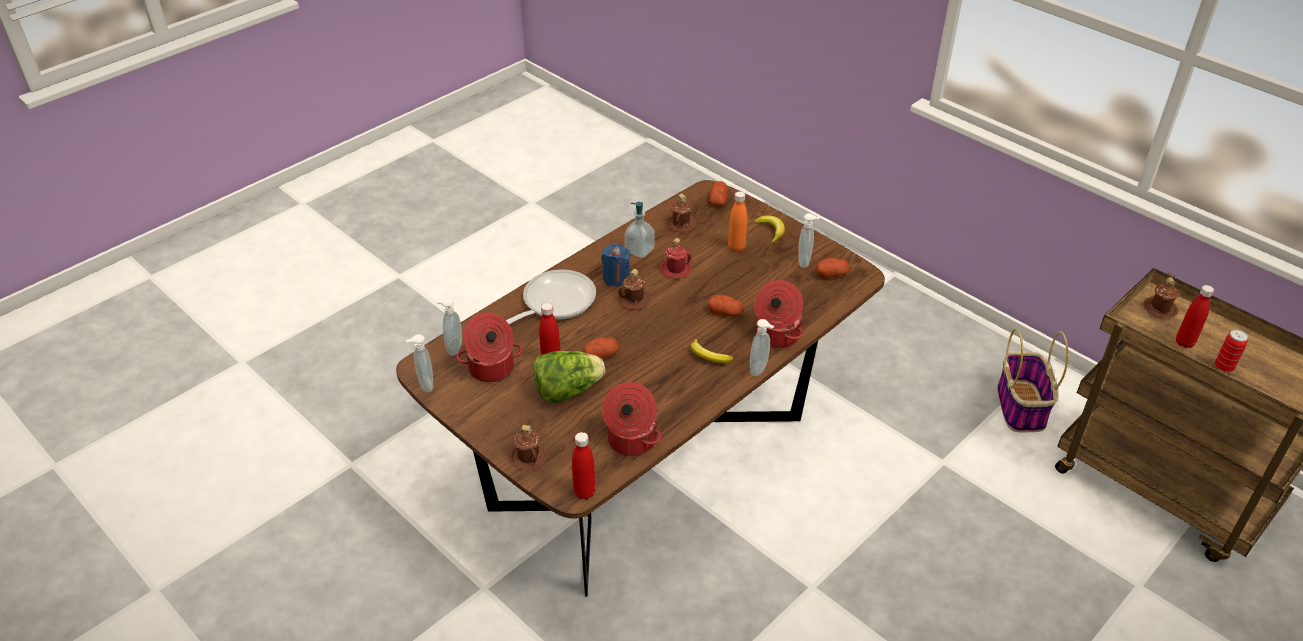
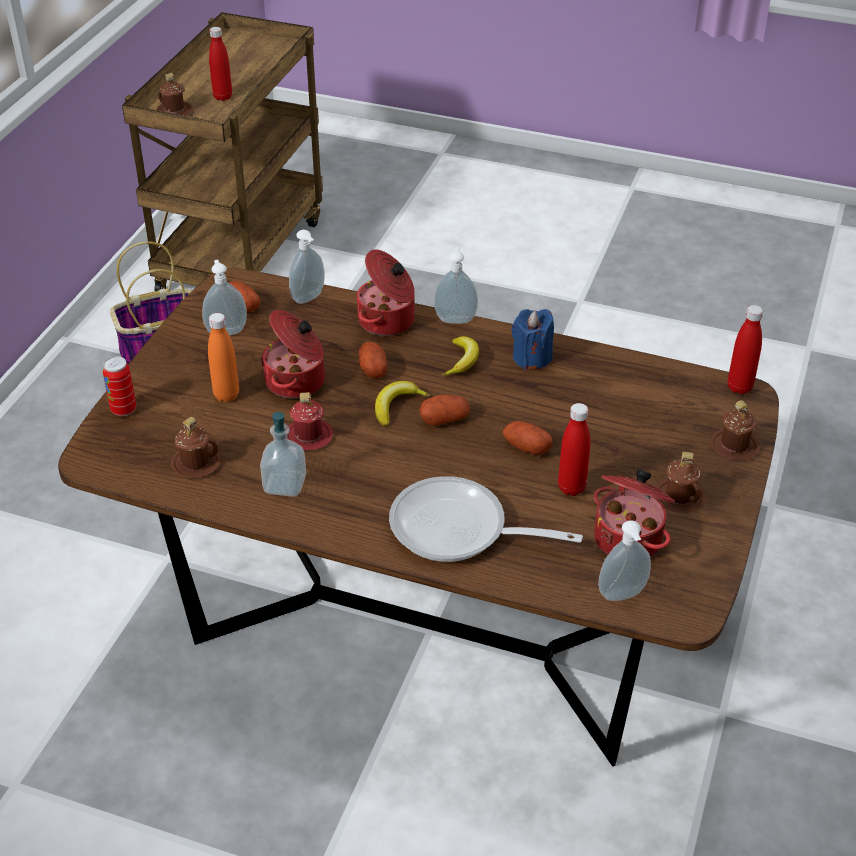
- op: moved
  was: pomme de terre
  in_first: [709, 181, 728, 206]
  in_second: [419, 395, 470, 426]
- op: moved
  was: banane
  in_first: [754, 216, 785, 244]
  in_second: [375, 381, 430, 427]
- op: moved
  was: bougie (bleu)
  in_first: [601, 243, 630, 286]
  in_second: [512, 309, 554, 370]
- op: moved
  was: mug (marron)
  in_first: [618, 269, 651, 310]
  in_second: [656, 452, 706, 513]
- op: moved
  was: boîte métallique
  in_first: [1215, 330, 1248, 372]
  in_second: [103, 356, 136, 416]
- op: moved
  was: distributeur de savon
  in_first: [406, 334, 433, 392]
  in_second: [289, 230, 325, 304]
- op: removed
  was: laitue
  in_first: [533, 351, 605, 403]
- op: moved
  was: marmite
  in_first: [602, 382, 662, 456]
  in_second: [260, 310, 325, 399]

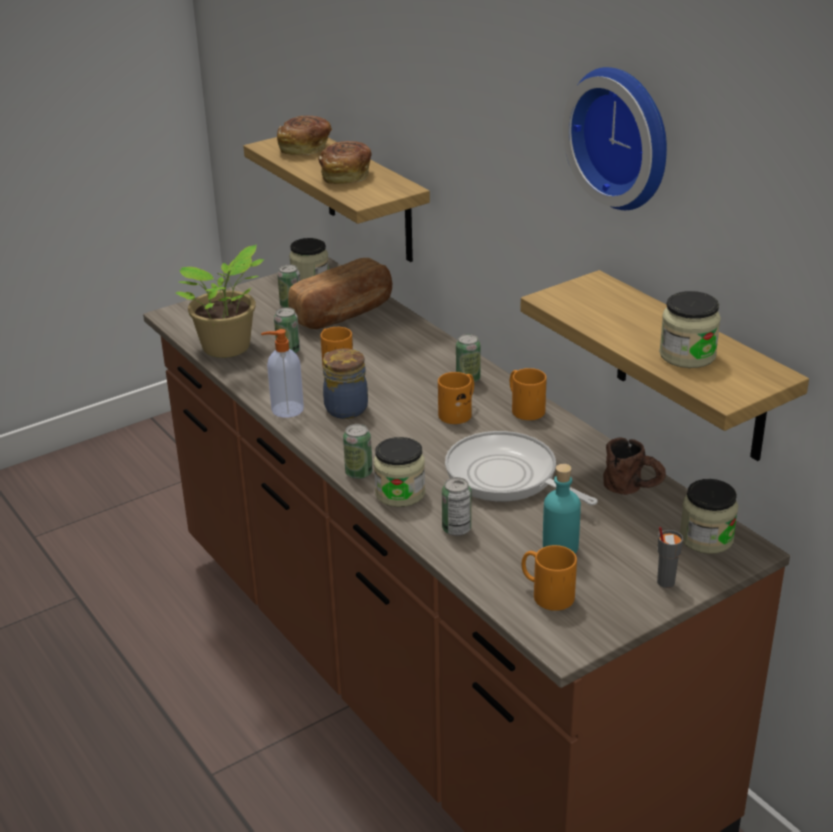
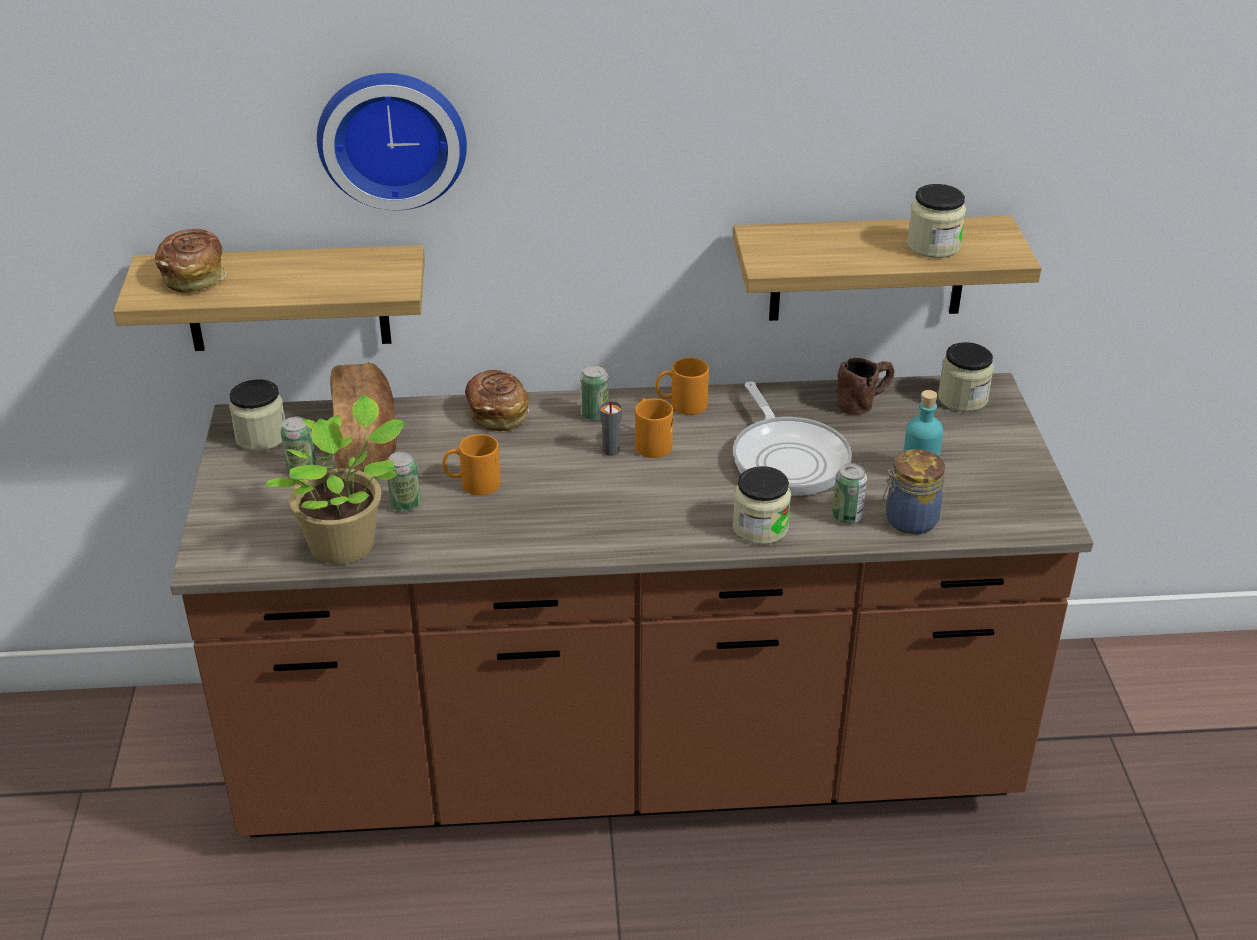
- op: moved
  was: horloge murale
  in_first: [563, 67, 667, 210]
  in_second: [317, 73, 467, 210]
- op: moved
  was: pain
  in_first: [318, 141, 372, 184]
  in_second: [465, 370, 529, 431]
- op: removed
  was: distributeur de savon
  in_first: [261, 329, 304, 418]
- op: moved
  was: bocal
  in_first: [323, 348, 368, 419]
  in_second: [882, 449, 945, 535]
- op: removed
  was: boîte métallique
  in_first: [343, 424, 372, 479]
- op: turned
  was: poêle
  in_first: [445, 431, 598, 505]
  in_second: [733, 382, 852, 496]
  clockwise: -90
- op: moved
  was: tasse (gris)
  in_first: [657, 527, 683, 588]
  in_second: [599, 401, 622, 456]
- op: removed
  was: mug (orange)
  in_first: [521, 545, 577, 611]

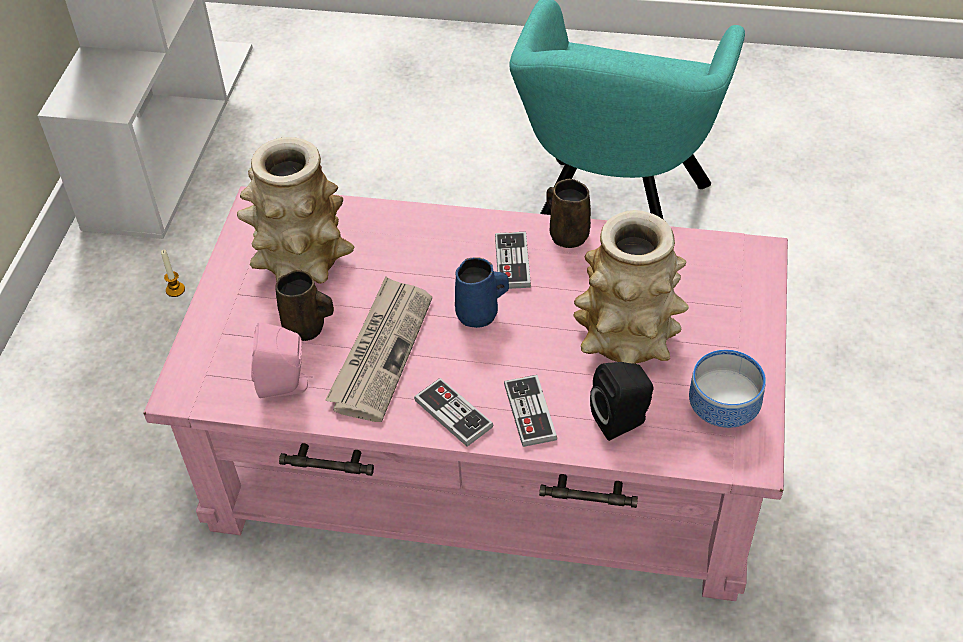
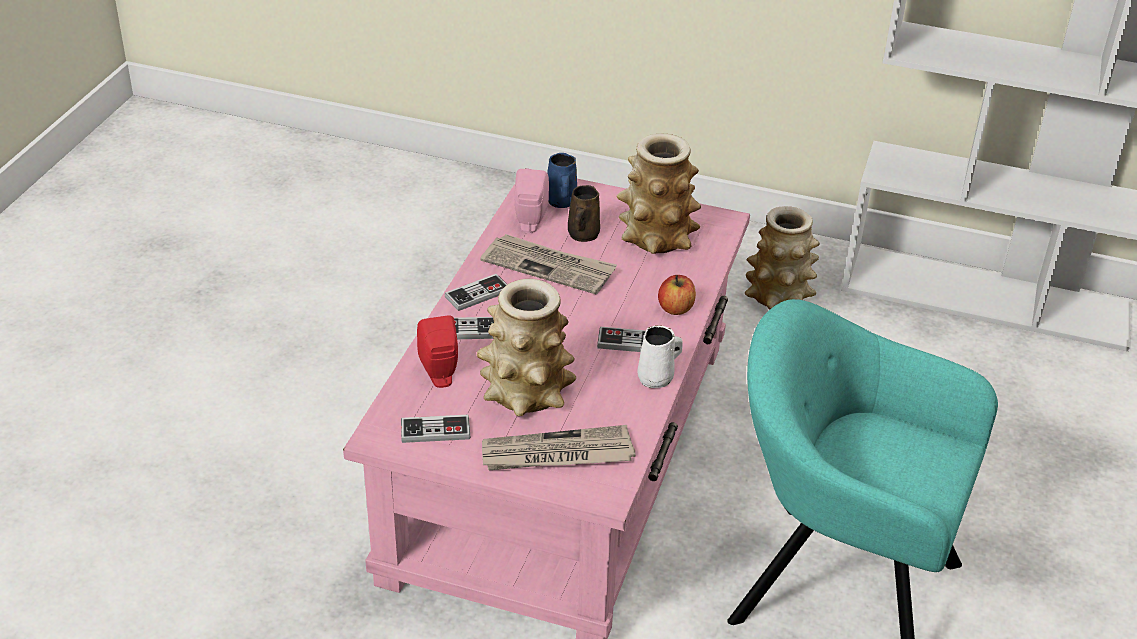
- op: recoloured
  was: mug (marron)
  now: mug (blanc)
  in_first: [546, 179, 591, 248]
  in_second: [638, 325, 683, 388]
- op: replaced
  was: bougie
  now: vase
  in_first: [161, 250, 185, 297]
  in_second: [745, 206, 820, 309]
- op: moved
  was: mug (bleu)
  in_first: [455, 257, 509, 328]
  in_second: [547, 153, 577, 208]
- op: replaced
  was: bol
  now: manette
  in_first: [689, 350, 766, 428]
  in_second: [401, 415, 470, 443]
- op: recoloured
  was: enceinte (noir)
  now: enceinte (rouge)
  in_first: [590, 362, 654, 441]
  in_second: [417, 315, 458, 388]
- op: added
  now: pomme
  in_second: [658, 275, 696, 315]
- op: added
  now: journal
  in_second: [482, 425, 636, 470]

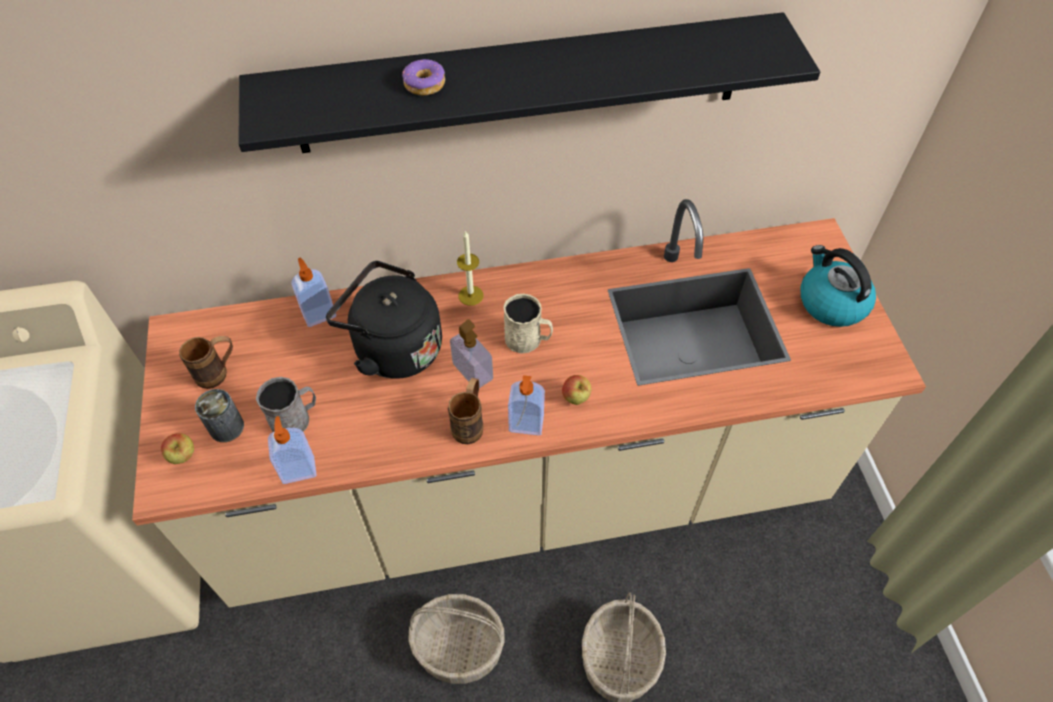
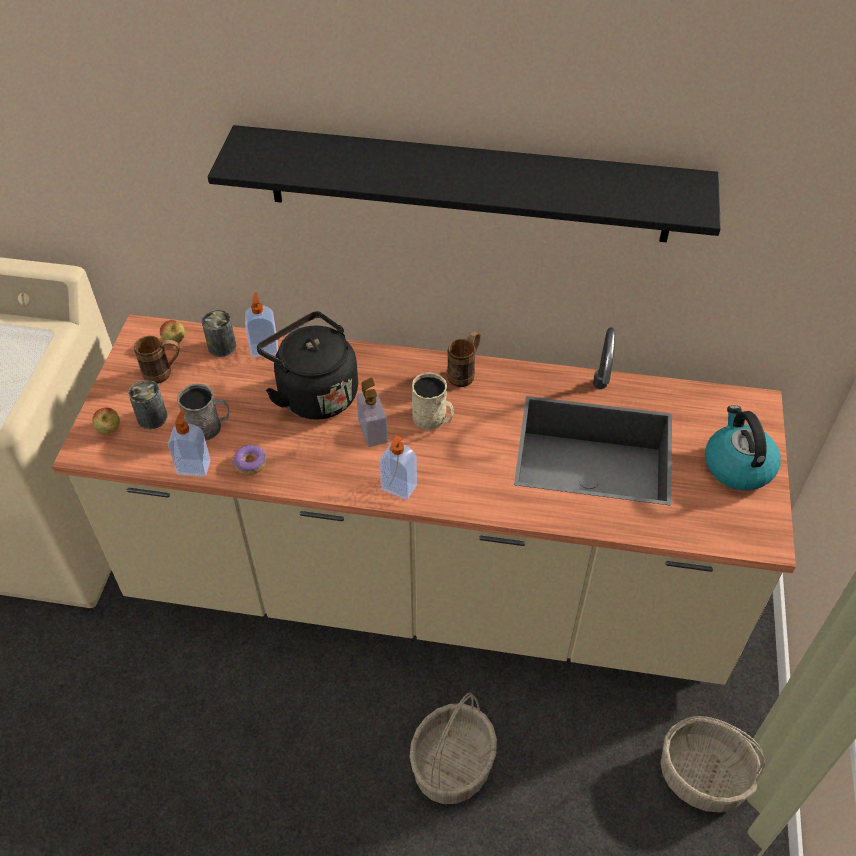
- op: moved
  was: beignet
  in_first: [402, 59, 445, 95]
  in_second: [233, 445, 266, 475]
- op: removed
  was: bougie
  in_first: [457, 230, 483, 306]
- op: moved
  was: pomme
  in_first: [562, 375, 591, 405]
  in_second: [160, 320, 185, 345]
- op: moved
  was: mug (marron)
  in_first: [448, 378, 483, 444]
  in_second: [447, 331, 481, 387]
- op: moved
  was: panier
  in_first: [408, 594, 505, 684]
  in_second: [660, 716, 765, 813]
- op: added
  now: boîte métallique
  in_second: [202, 310, 236, 357]

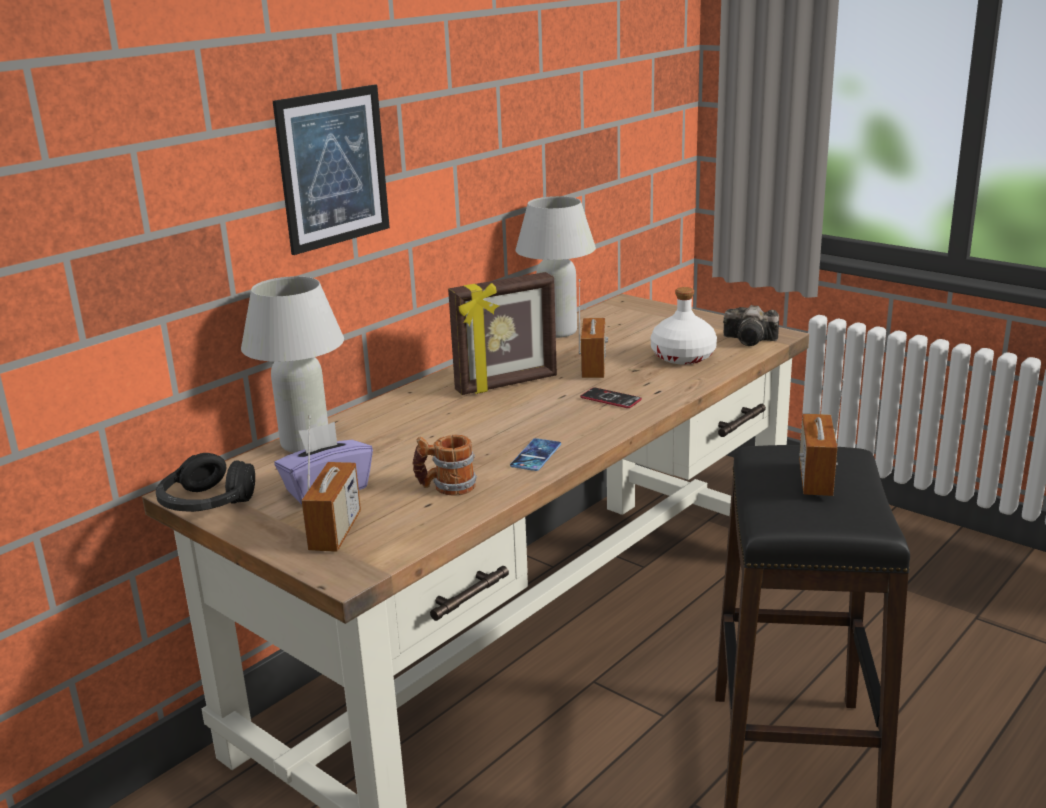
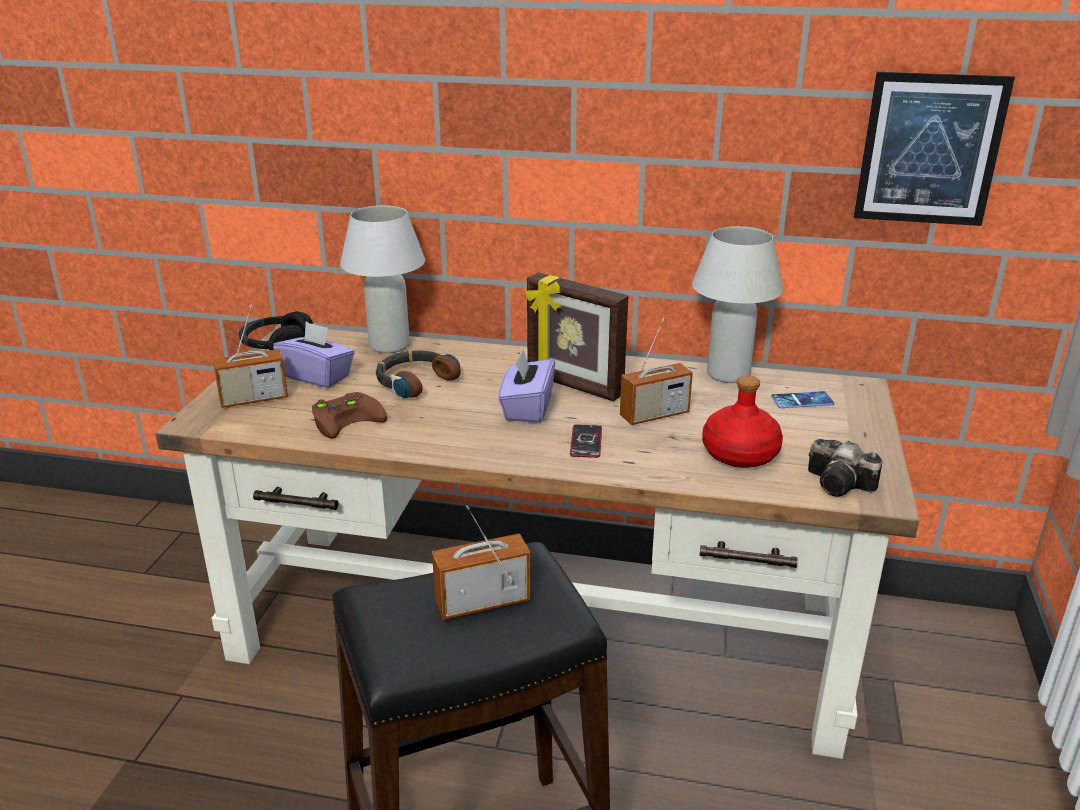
- op: moved
  was: tableau
  in_first: [273, 84, 390, 255]
  in_second: [854, 72, 1015, 226]
- op: recoloured
  was: bouteille (blanc)
  now: bouteille (rouge)
  in_first: [651, 287, 717, 364]
  in_second: [702, 375, 783, 468]
- op: turned
  was: appareil photo
  in_first: [723, 305, 779, 346]
  in_second: [808, 439, 882, 497]
  clockwise: -45
- op: replaced
  was: mug
  now: manette (marron)
  in_first: [412, 435, 477, 496]
  in_second: [312, 392, 387, 439]
- op: moved
  was: téléphone
  in_first: [510, 438, 561, 471]
  in_second: [771, 391, 834, 408]
- op: added
  now: boîte à mouchoirs (violet)
  in_second: [498, 349, 555, 423]
- op: added
  now: casque audio
  in_second: [376, 350, 461, 399]

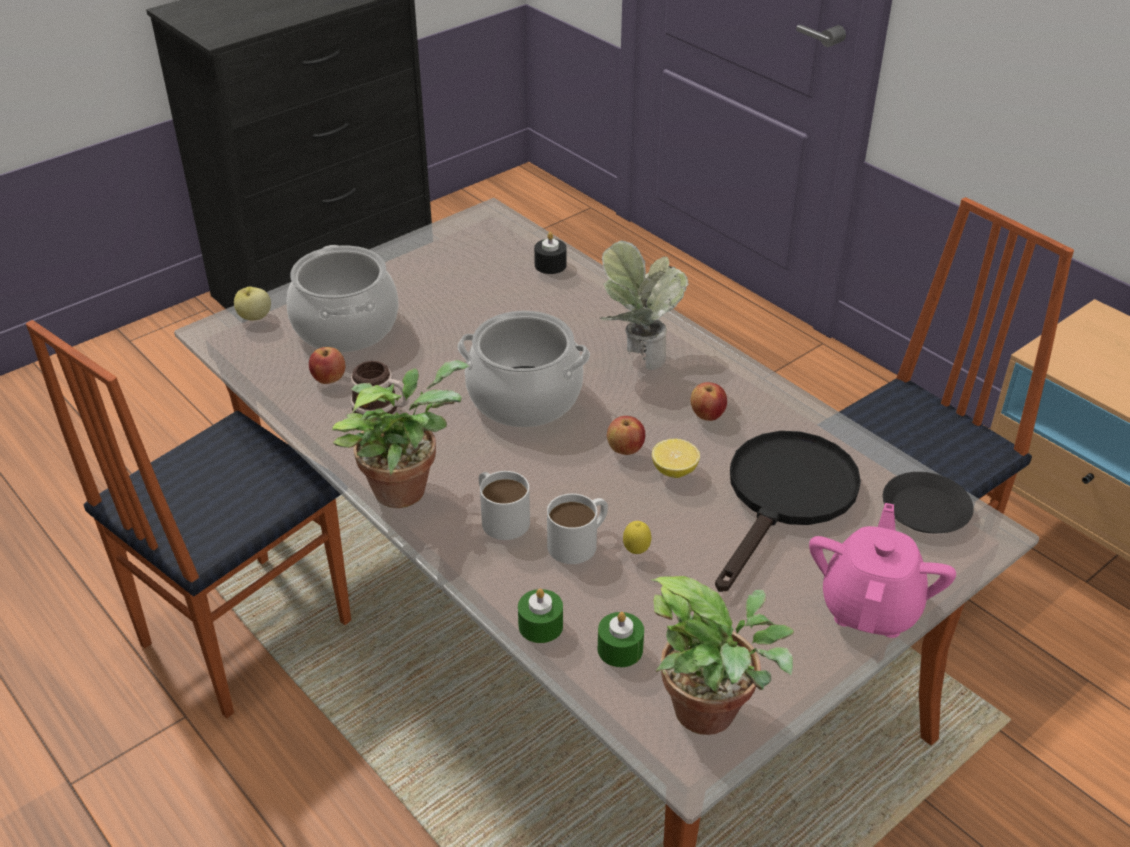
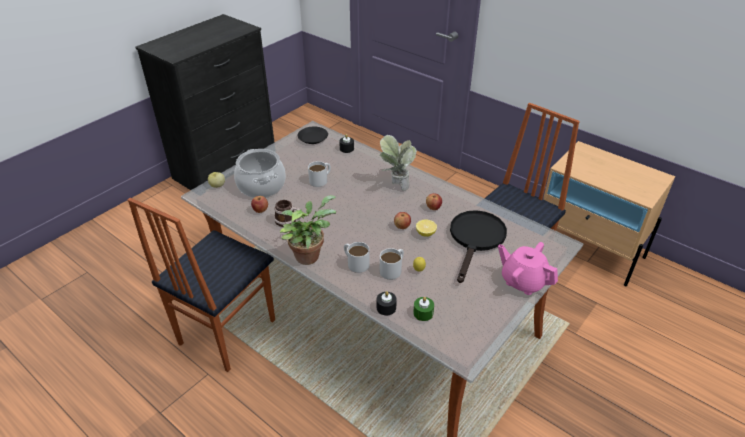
- op: removed
  was: marmite
  in_first: [457, 311, 590, 427]
- op: moved
  was: assiette (noir)
  in_first: [883, 472, 974, 533]
  in_second: [297, 126, 328, 144]
- op: turned
  was: théière (rose)
  in_first: [809, 503, 956, 638]
  in_second: [498, 242, 558, 295]
  clockwise: -60
- op: removed
  was: plante en pot
  in_first: [651, 576, 794, 735]
- op: recoloured
  was: bougie (vert)
  now: bougie (noir)
  in_first: [518, 588, 563, 643]
  in_second: [377, 291, 397, 315]
- op: added
  now: mug (blanc)
  in_second: [308, 161, 331, 187]

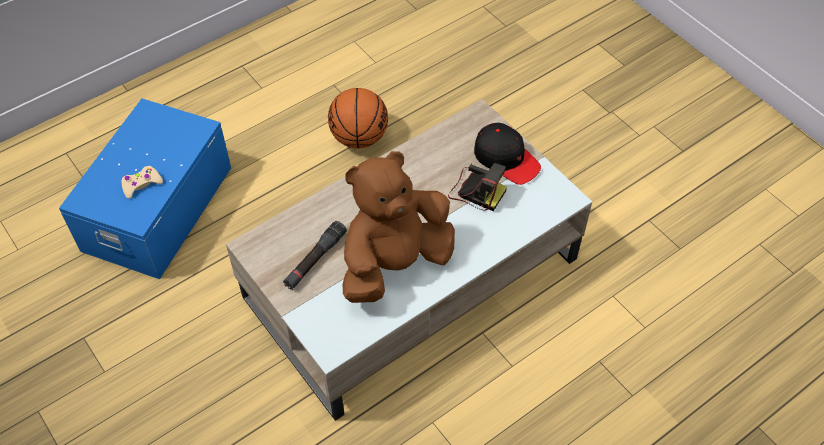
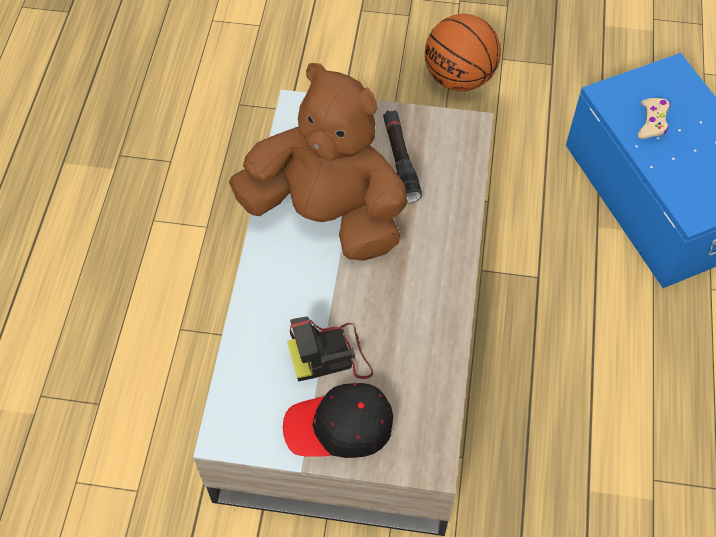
- op: moved
  was: ballon de basket
  in_first: [328, 88, 388, 148]
  in_second: [425, 14, 501, 91]
- op: turned
  was: peluche (marron)
  in_first: [343, 151, 455, 303]
  in_second: [229, 63, 408, 261]
  clockwise: -75

